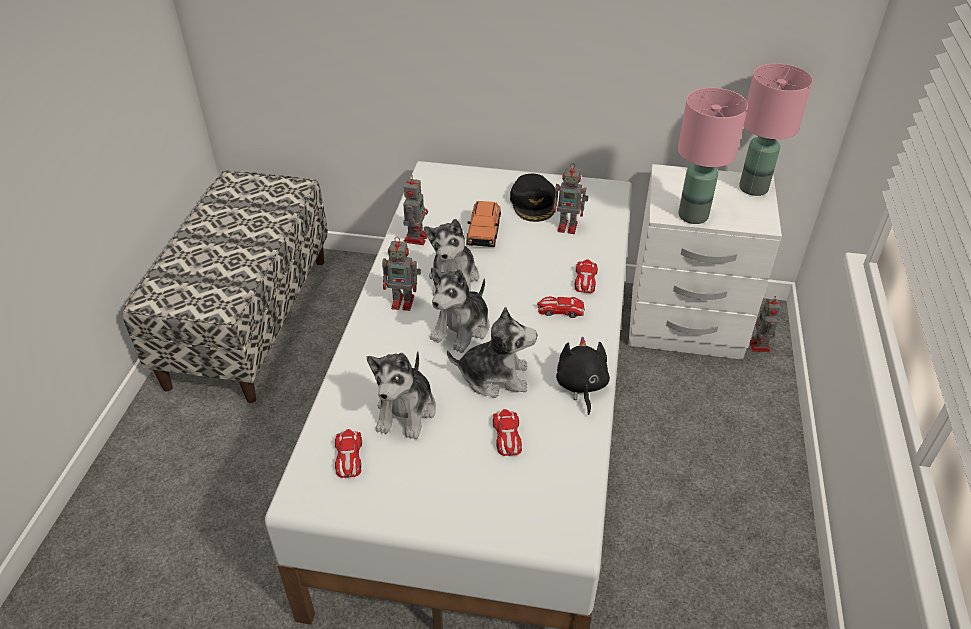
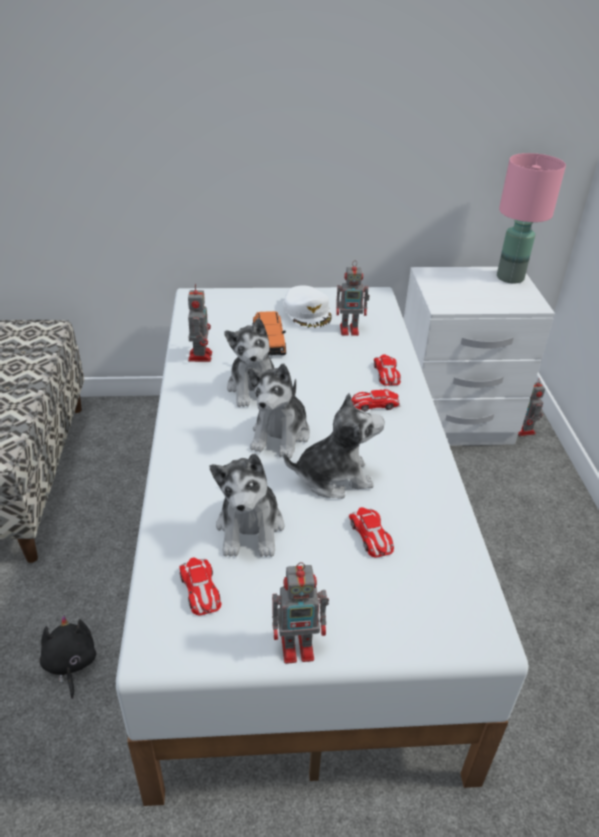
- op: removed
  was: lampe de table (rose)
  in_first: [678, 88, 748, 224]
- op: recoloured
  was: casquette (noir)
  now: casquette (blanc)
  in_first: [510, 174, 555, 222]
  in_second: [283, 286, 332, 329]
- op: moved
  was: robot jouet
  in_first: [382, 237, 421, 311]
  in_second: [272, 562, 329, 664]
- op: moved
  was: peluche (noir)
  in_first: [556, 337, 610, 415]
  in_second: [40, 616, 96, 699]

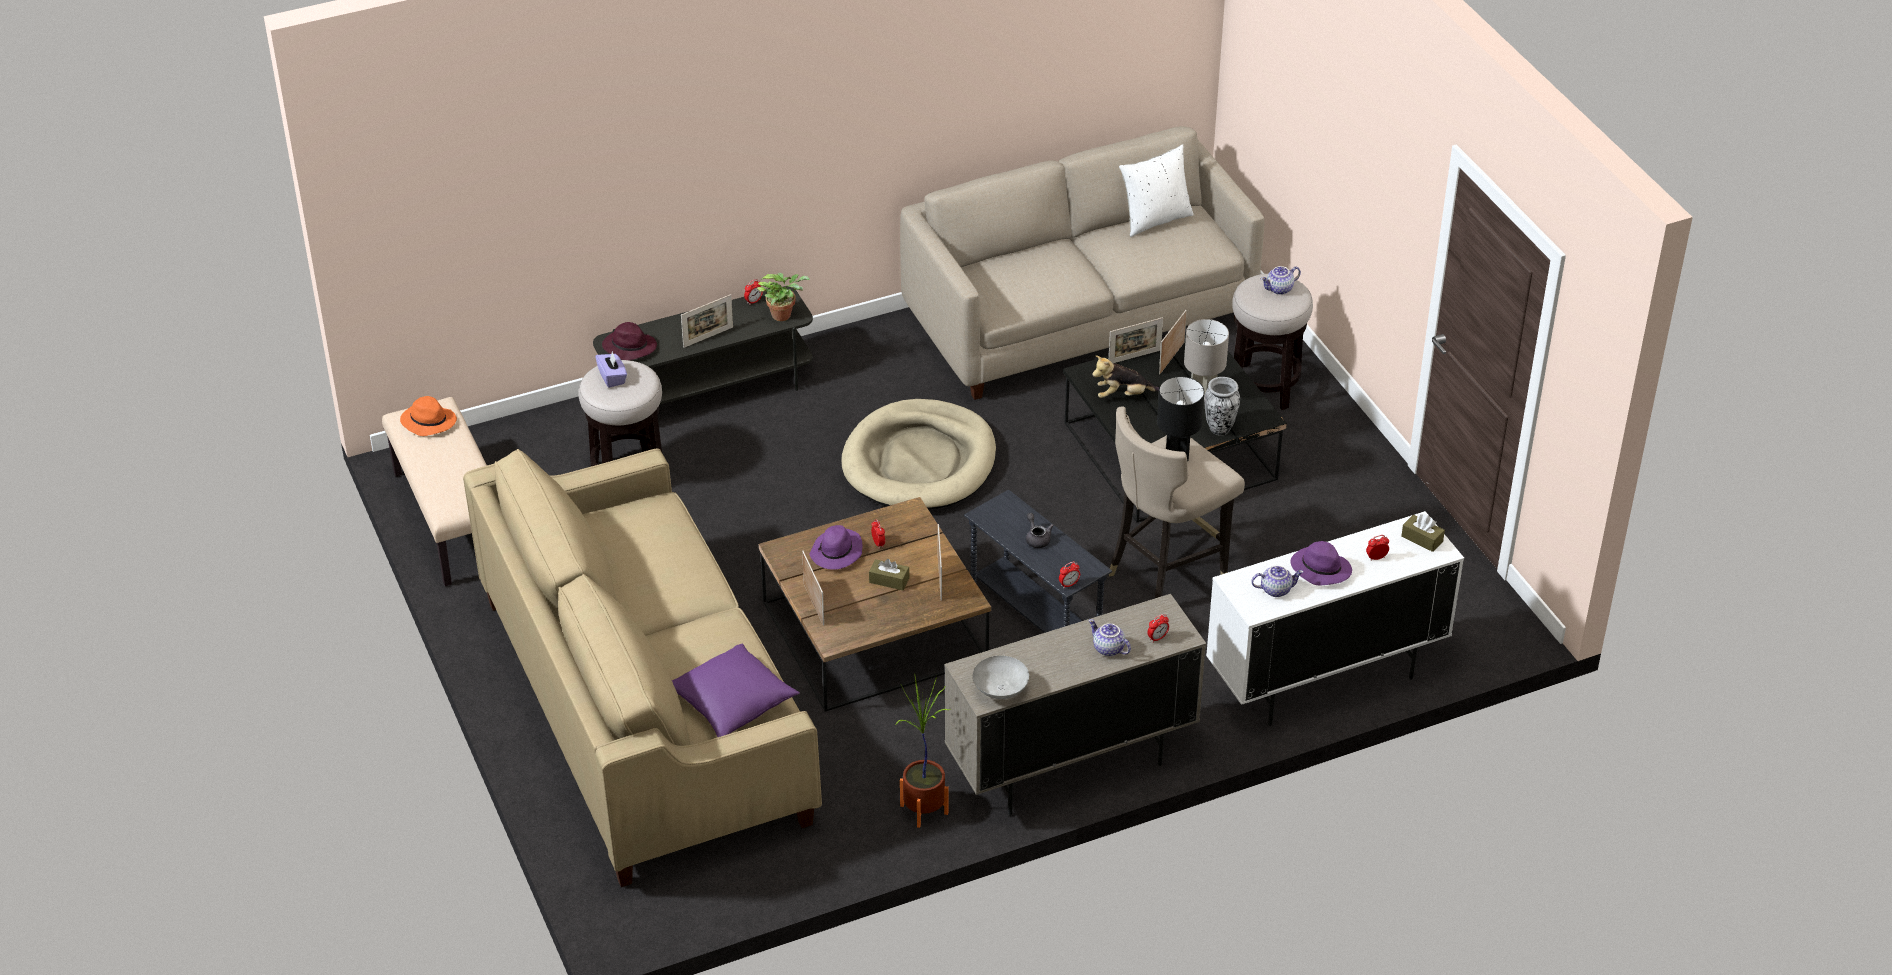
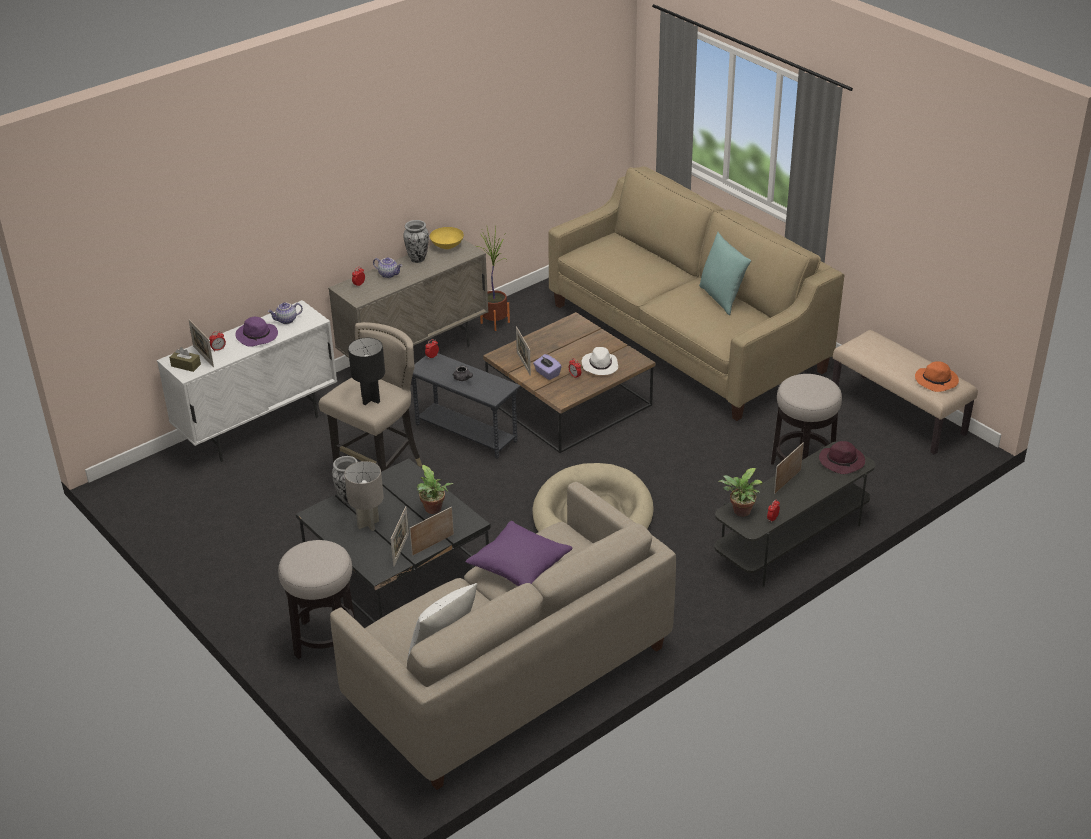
- op: removed
  was: théière
  in_first: [1261, 266, 1301, 295]
- op: moved
  was: boîte à mouchoirs (violet)
  in_first: [595, 351, 627, 388]
  in_second: [533, 354, 562, 380]
- op: replaced
  was: peluche
  now: plante en pot
  in_first: [1092, 355, 1159, 398]
  in_second: [417, 465, 453, 514]
- op: recoloured
  was: chapeau (violet)
  now: chapeau (blanc)
  in_first: [810, 525, 863, 570]
  in_second: [582, 347, 618, 375]
- op: moved
  was: cadre photo
  in_first: [802, 551, 824, 626]
  in_second: [188, 319, 214, 367]
- op: removed
  was: boîte à mouchoirs (marron)
  in_first: [869, 559, 909, 590]
- op: moved
  was: coussin (violet)
  in_first: [672, 644, 800, 737]
  in_second: [465, 521, 573, 586]
- op: recoloured
  was: bol (gris)
  now: bol (jaune)
  in_first: [973, 656, 1029, 699]
  in_second: [430, 227, 464, 249]
- op: added
  now: vase
  in_second: [403, 220, 429, 263]
- op: added
  now: coussin (turquoise)
  in_second: [699, 232, 751, 315]

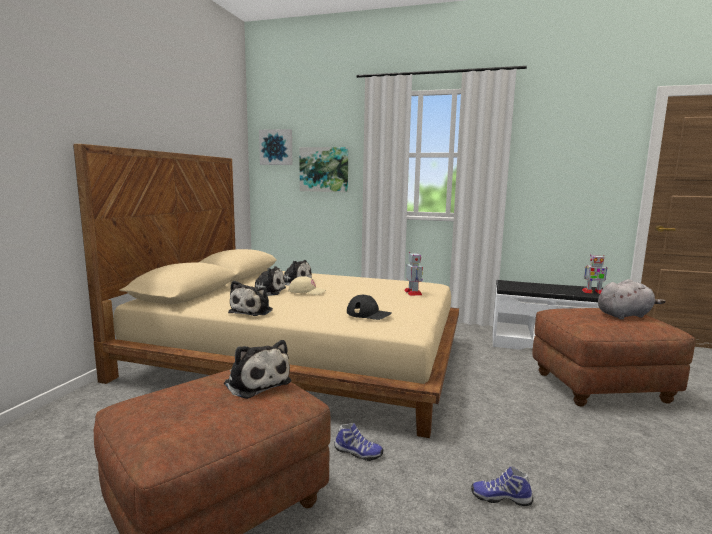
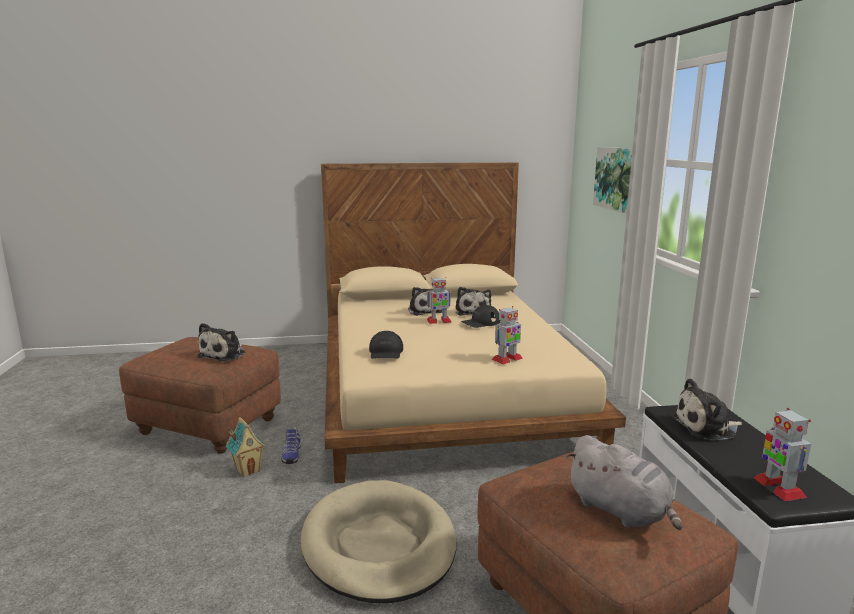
- op: removed
  was: tableau
  in_first: [259, 129, 292, 165]
- op: replaced
  was: casquette (beige)
  now: robot jouet
  in_first: [288, 276, 326, 295]
  in_second: [427, 277, 452, 324]
- op: moved
  was: peluche
  in_first: [228, 280, 273, 316]
  in_second: [672, 378, 742, 440]
- op: removed
  was: chaussure
  in_first: [471, 466, 533, 506]
- op: added
  now: casquette (noir)
  in_second: [461, 305, 501, 328]
- op: added
  now: maison miniature
  in_second: [226, 417, 266, 477]
- op: added
  now: panier pour chien (beige)
  in_second: [301, 480, 456, 604]

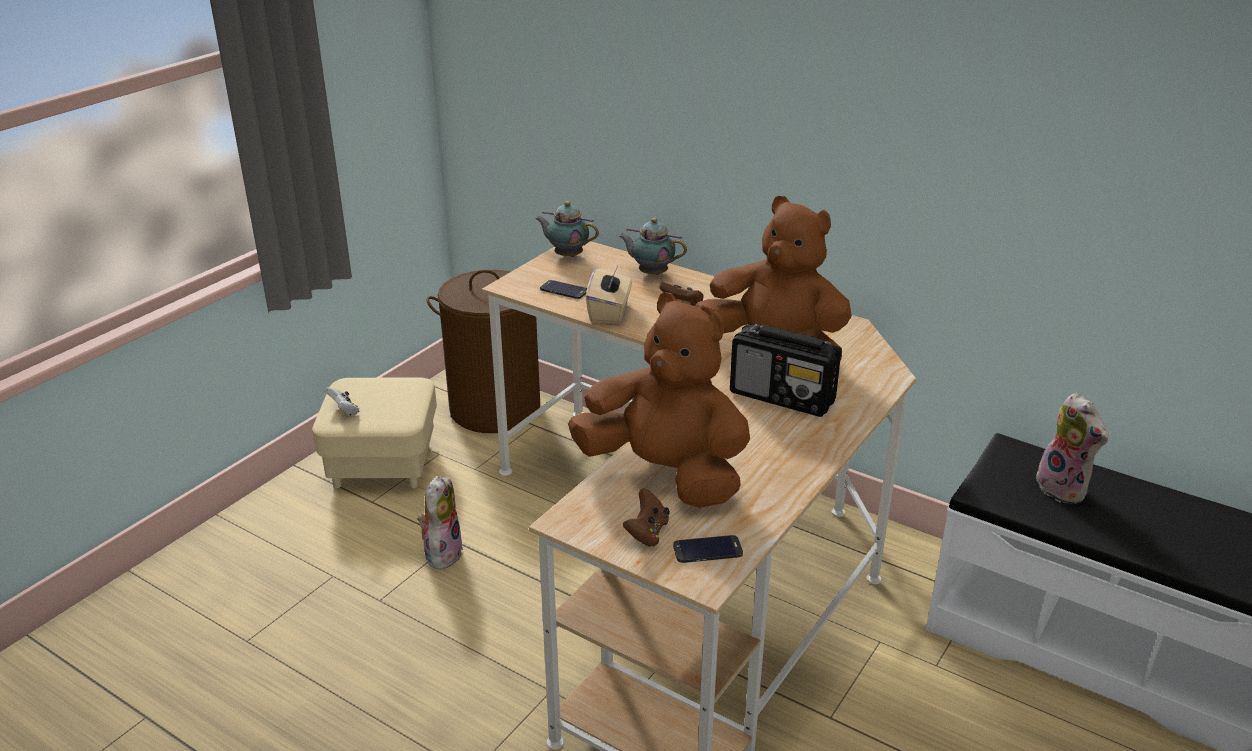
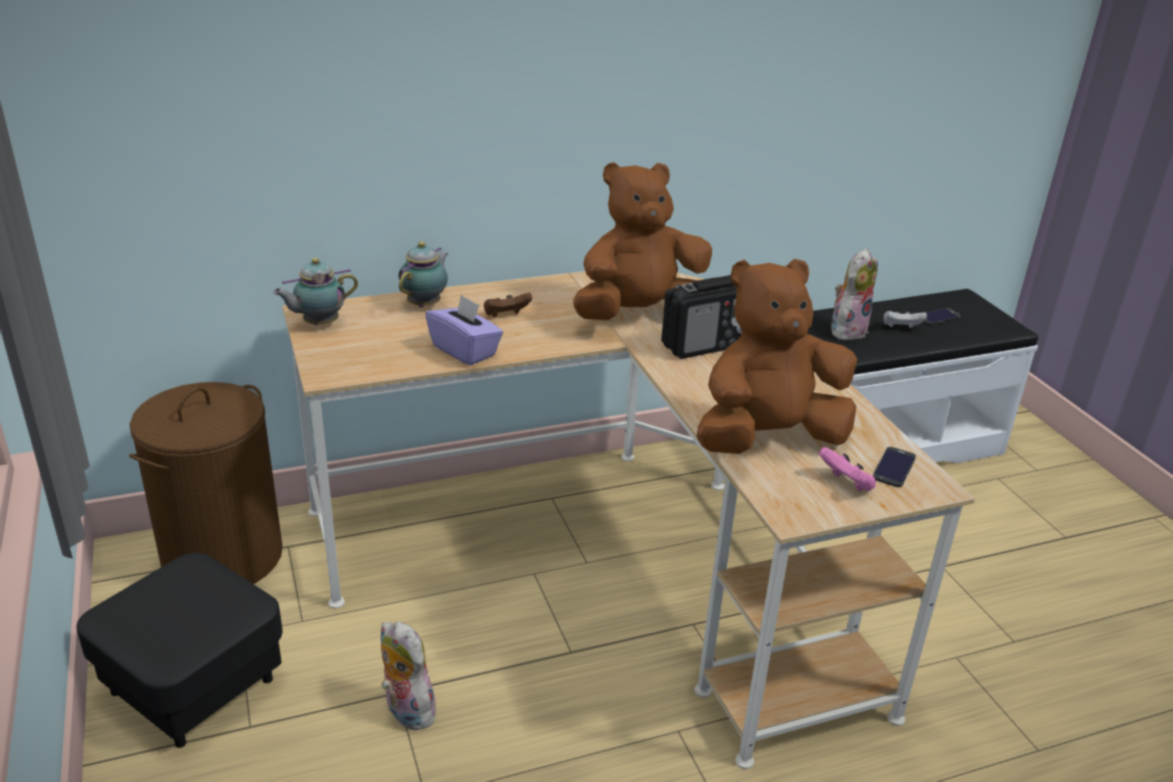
- op: turned
  was: théière
  in_first: [619, 218, 687, 275]
  in_second: [399, 241, 448, 307]
  clockwise: 150
- op: recoloured
  was: boîte à mouchoirs (beige)
  now: boîte à mouchoirs (violet)
  in_first: [586, 264, 632, 324]
  in_second: [425, 294, 503, 366]
- op: moved
  was: téléphone
  in_first: [540, 280, 587, 299]
  in_second: [923, 308, 961, 325]
- op: recoloured
  was: pouf (beige)
  now: pouf (noir)
  in_first: [312, 378, 437, 488]
  in_second: [76, 553, 283, 748]
- op: moved
  was: manette (blanc)
  in_first: [324, 387, 359, 415]
  in_second: [884, 311, 927, 328]
- op: turned
  was: peluche
  in_first: [1032, 393, 1109, 504]
  in_second: [831, 248, 878, 342]
  clockwise: -60
- op: recoloured
  was: manette (marron)
  now: manette (rose)
  in_first: [623, 488, 670, 547]
  in_second: [819, 447, 876, 492]

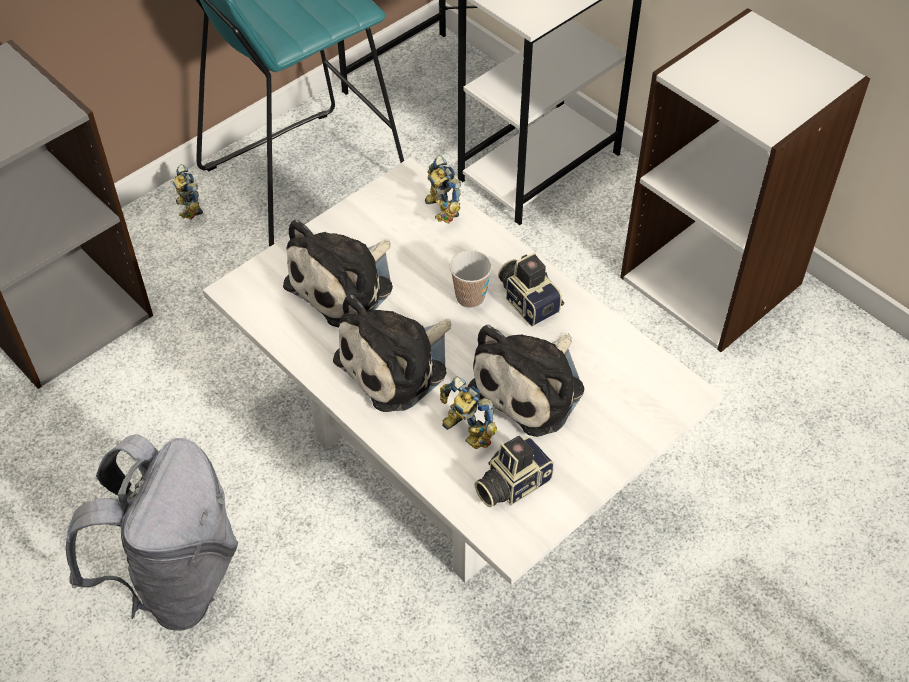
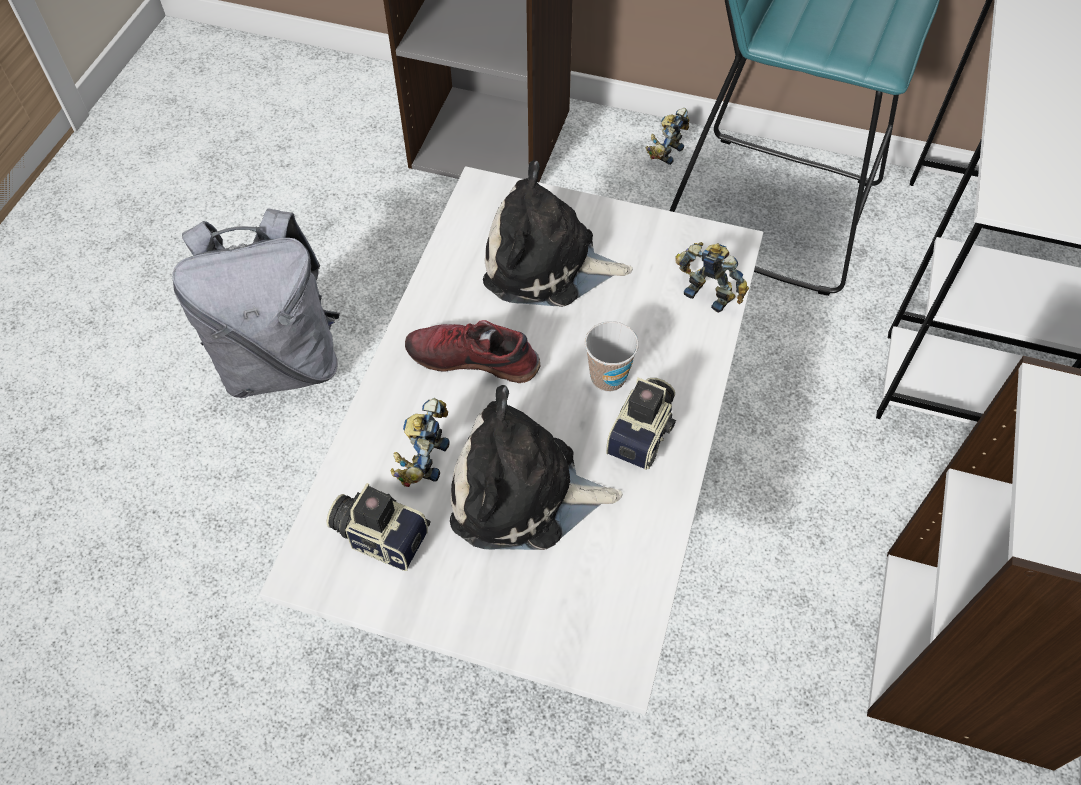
- op: turned
  was: robot jouet
  in_first: [425, 155, 461, 223]
  in_second: [675, 242, 749, 313]
  clockwise: 90
- op: replaced
  was: peluche
  now: chaussure
  in_first: [333, 295, 451, 412]
  in_second: [405, 320, 541, 383]

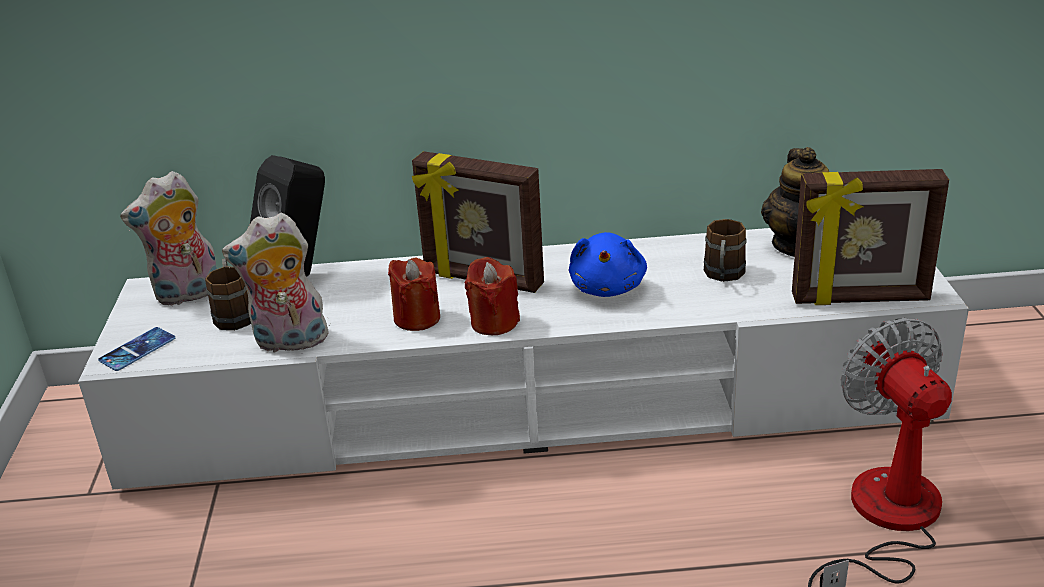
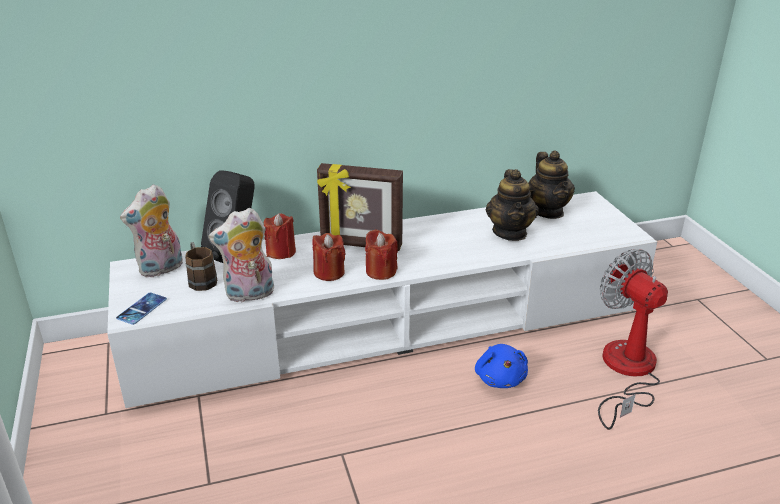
- op: removed
  was: cadre photo
  in_first: [792, 169, 949, 305]
- op: replaced
  was: mug (marron)
  now: théière
  in_first: [704, 219, 747, 282]
  in_second: [486, 169, 539, 241]
- op: moved
  was: peluche (bleu)
  in_first: [569, 232, 647, 297]
  in_second: [475, 344, 528, 388]
- op: added
  now: bougie (rouge)
  in_second: [264, 213, 296, 259]

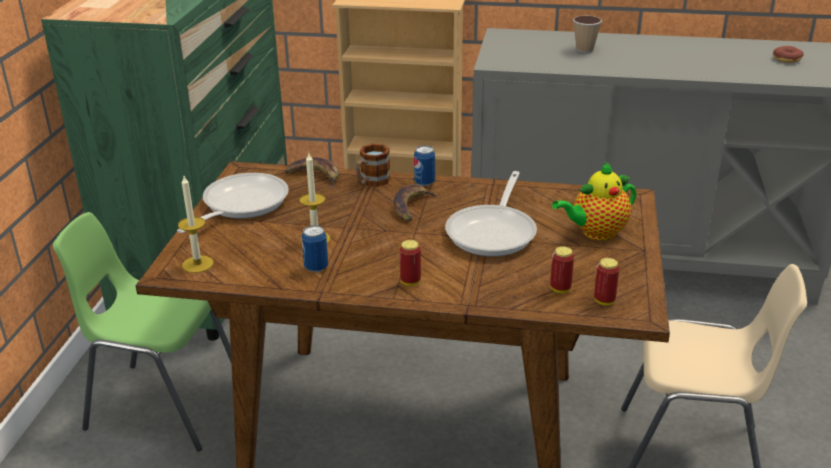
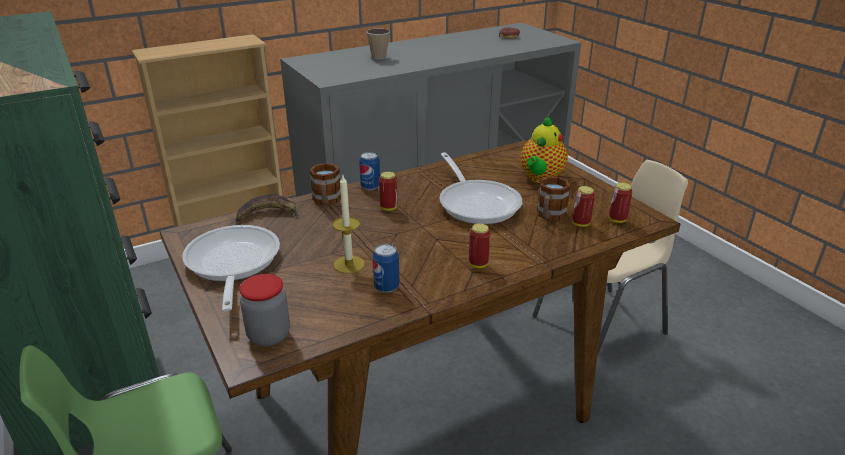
- op: replaced
  was: bougie
  now: bocal
  in_first: [178, 176, 213, 273]
  in_second: [239, 274, 290, 347]
- op: replaced
  was: banane
  now: boîte métallique
  in_first: [394, 184, 438, 221]
  in_second: [379, 172, 398, 211]
- op: added
  now: mug
  in_second: [537, 177, 570, 221]

